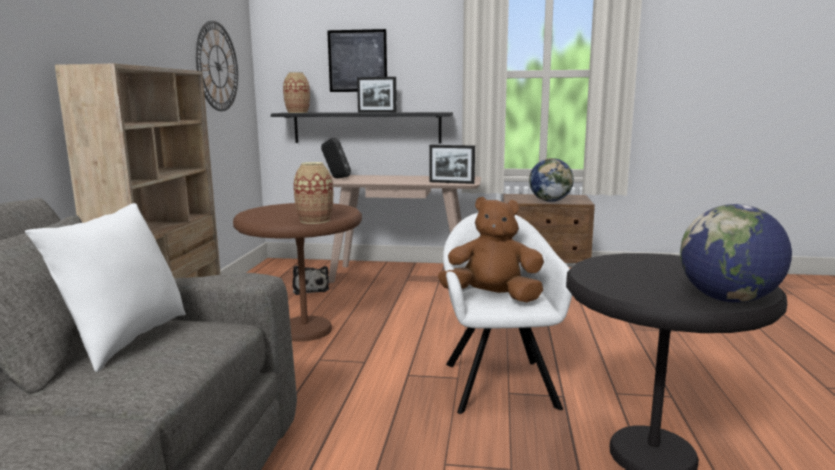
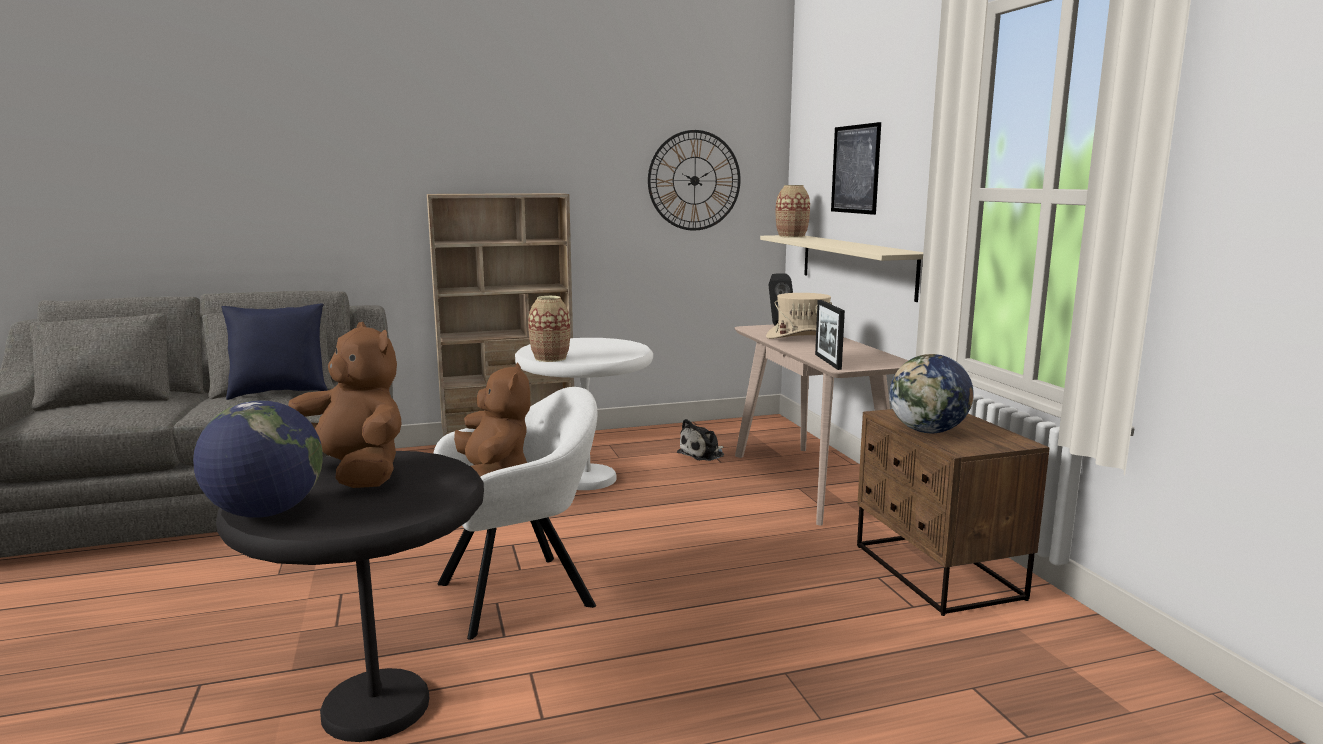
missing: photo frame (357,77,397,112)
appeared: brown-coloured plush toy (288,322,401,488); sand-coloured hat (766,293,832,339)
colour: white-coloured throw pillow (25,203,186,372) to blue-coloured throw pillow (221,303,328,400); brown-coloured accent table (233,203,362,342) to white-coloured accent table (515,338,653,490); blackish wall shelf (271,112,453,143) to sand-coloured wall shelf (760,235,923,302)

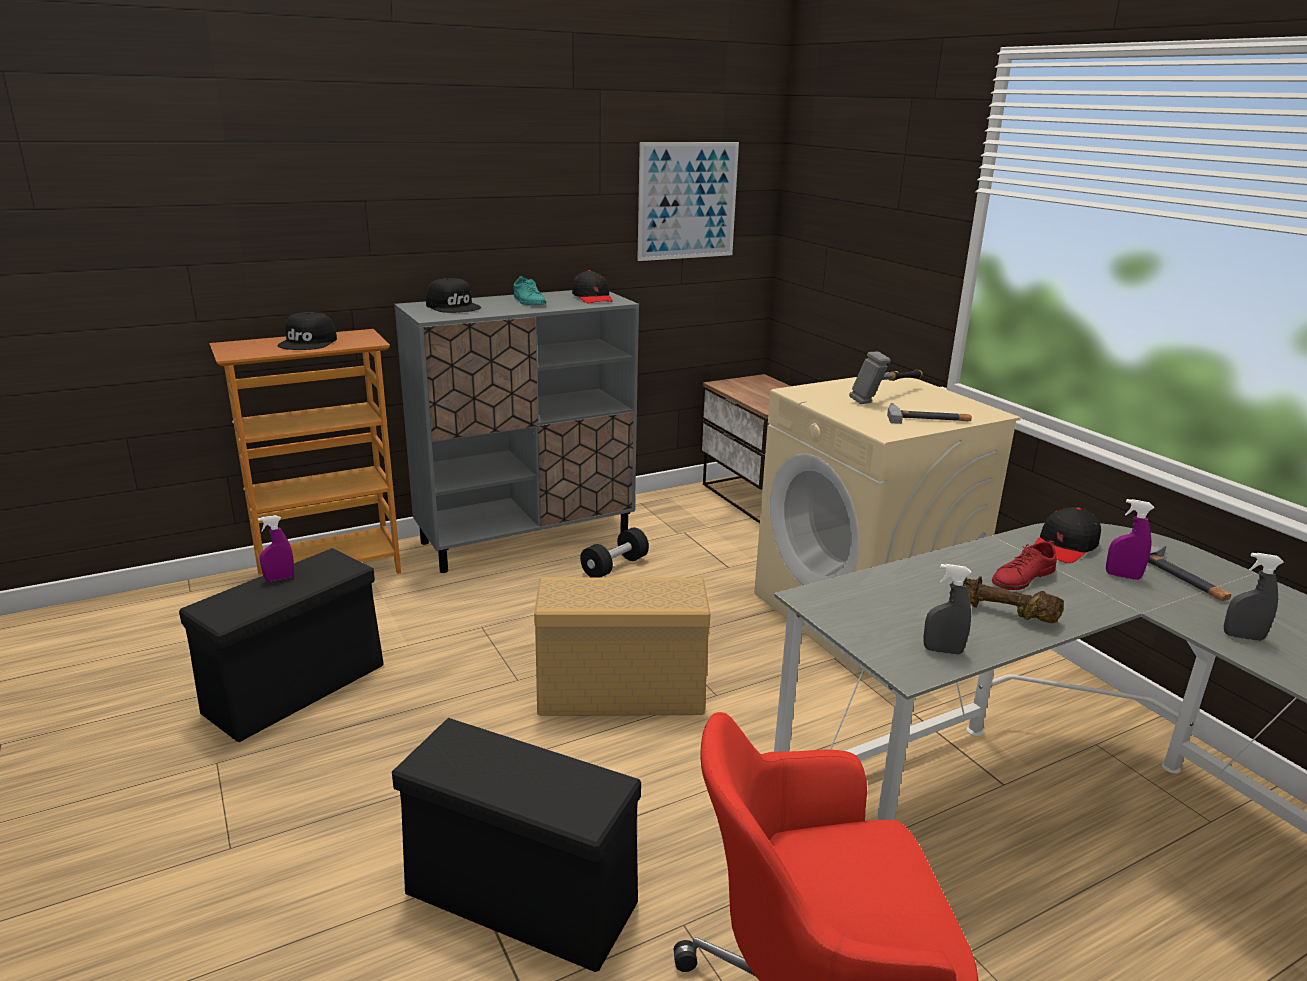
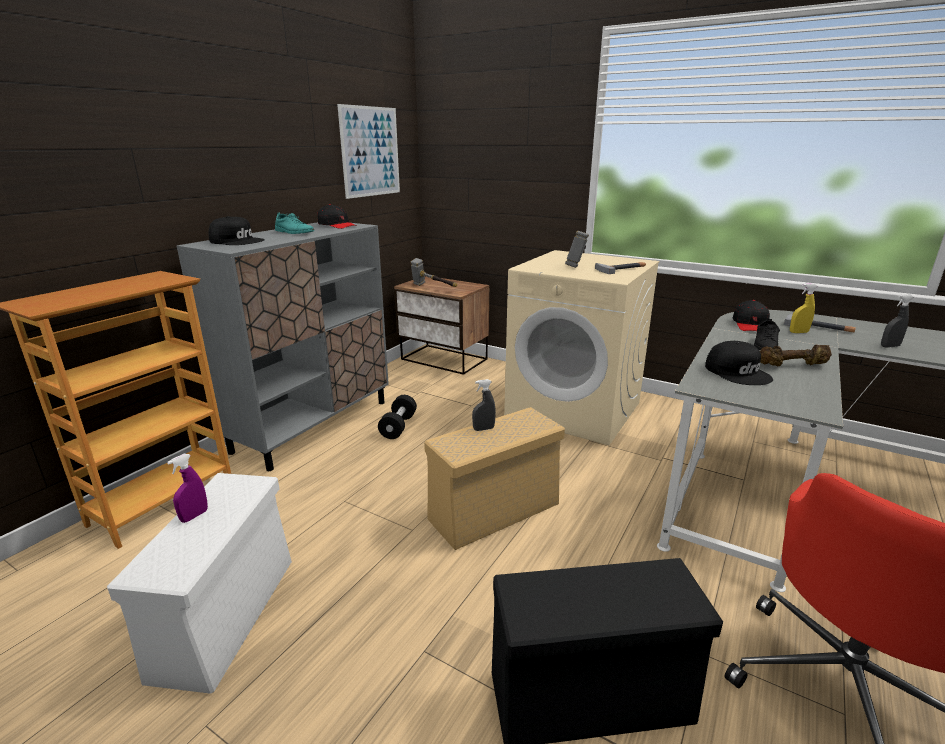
appeared: tool hammer (410,258,457,287)
relocated: blackish peaked cap (278,312,337,350) to (705,341,773,385); grey hand sprayer (923,564,971,655) to (472,379,496,431)
colour: blackish storage box (179,548,384,742) to white-coloured storage box (107,473,292,694); red shoe (992,540,1057,590) to blackish shoe (754,319,780,350); purple-coloured hand sprayer (1106,499,1154,580) to yellow hand sprayer (790,284,818,333)

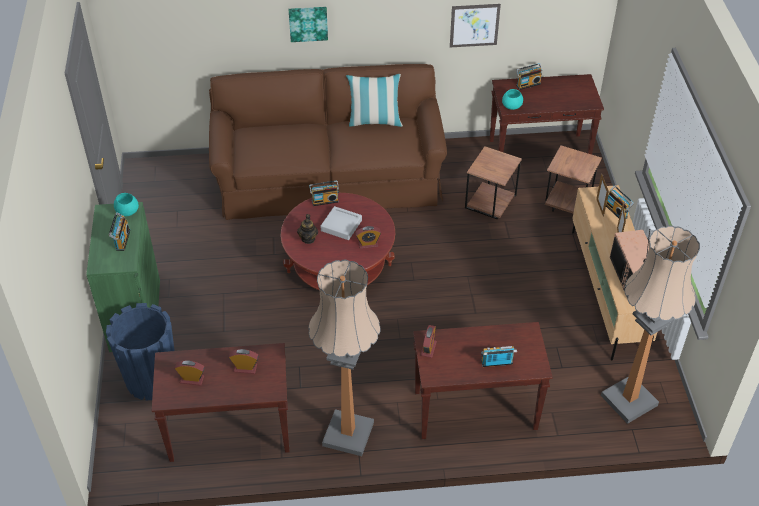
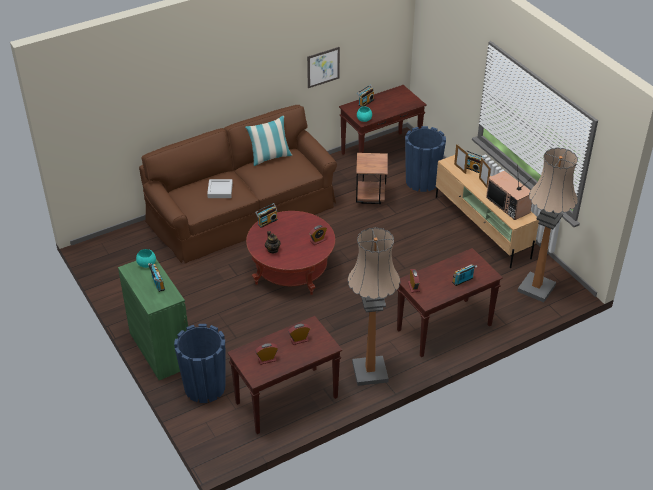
missing: wall art (289,7,328,42)
relocated: grey tray (321,206,362,240) to (207,179,233,198)
exchanged: brown-coloured accent table (545,145,602,213) to blue-coloured flower pot (405,126,446,192)

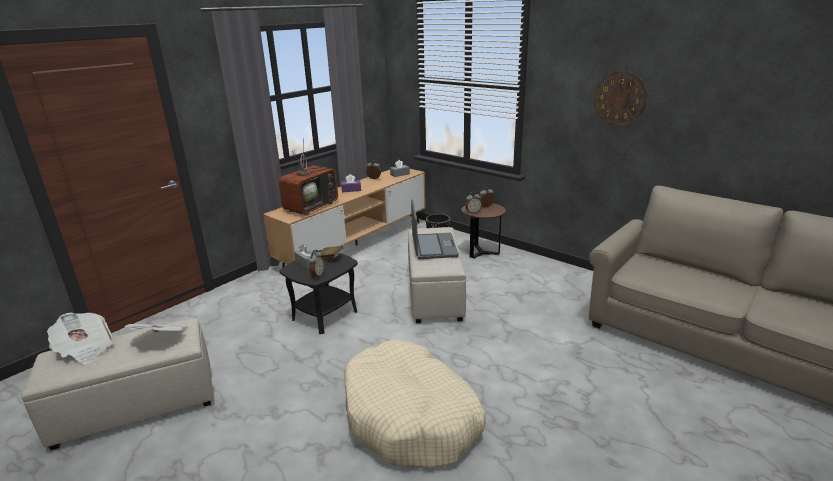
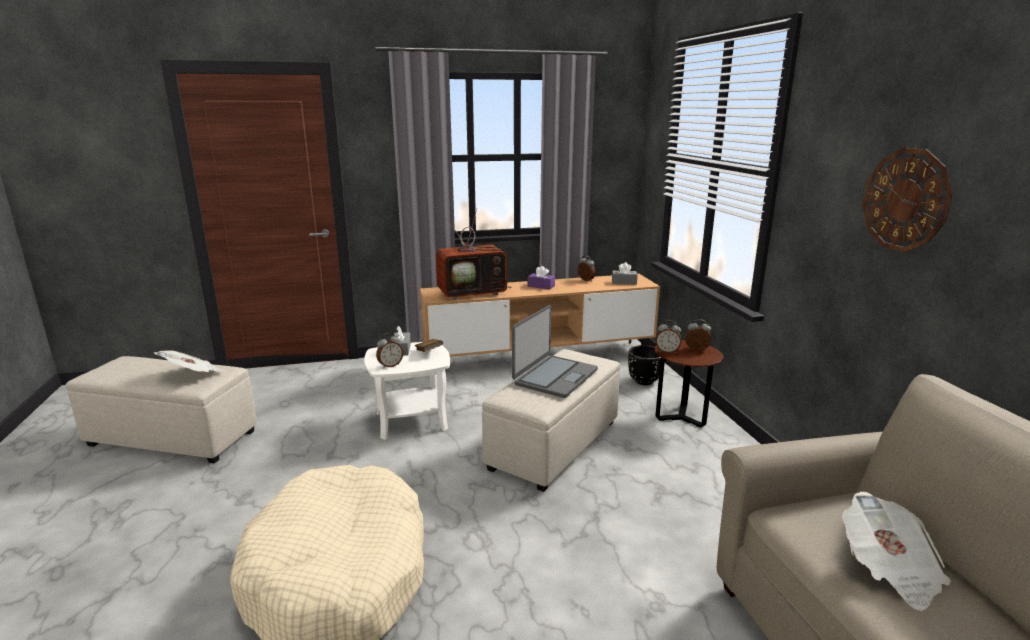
relocated: newspaper (47,312,114,364) to (842,492,951,611)
colour: blackish accent table (280,250,358,334) to white-coloured accent table (364,342,450,440)

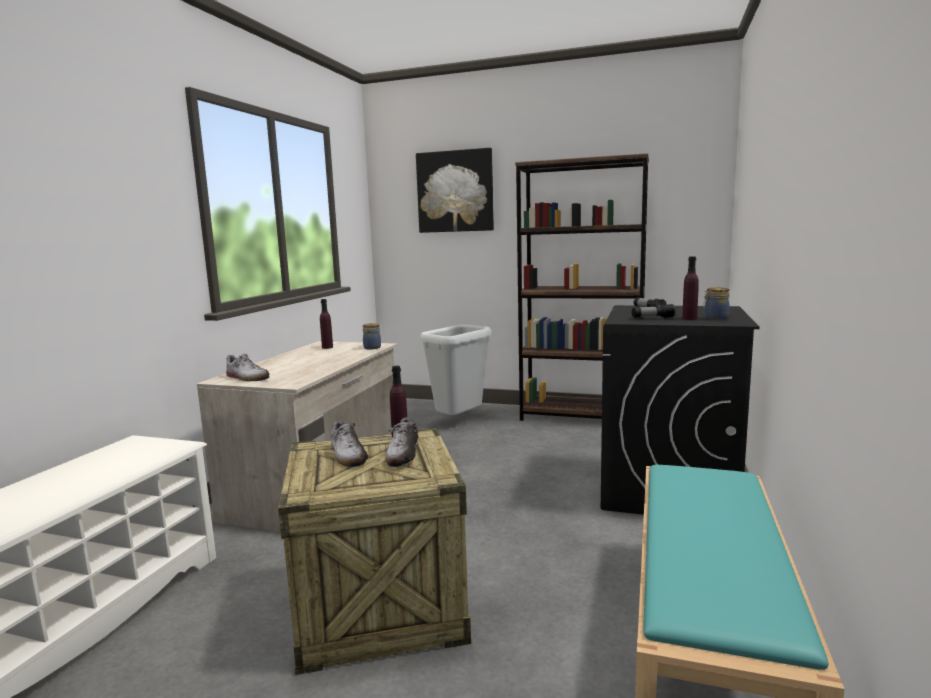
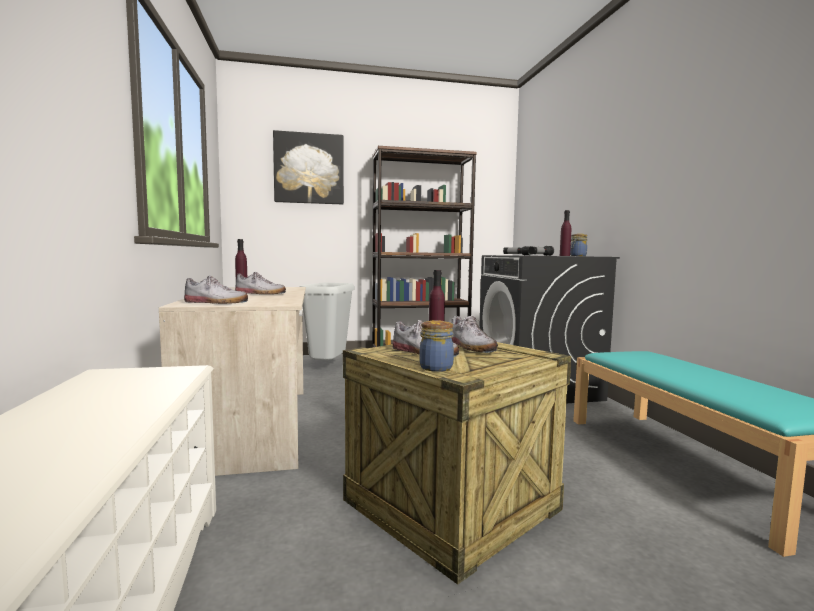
appeared: shoe (235,272,286,294)
relocated: preserve jar (363,323,381,349) to (419,320,454,372)

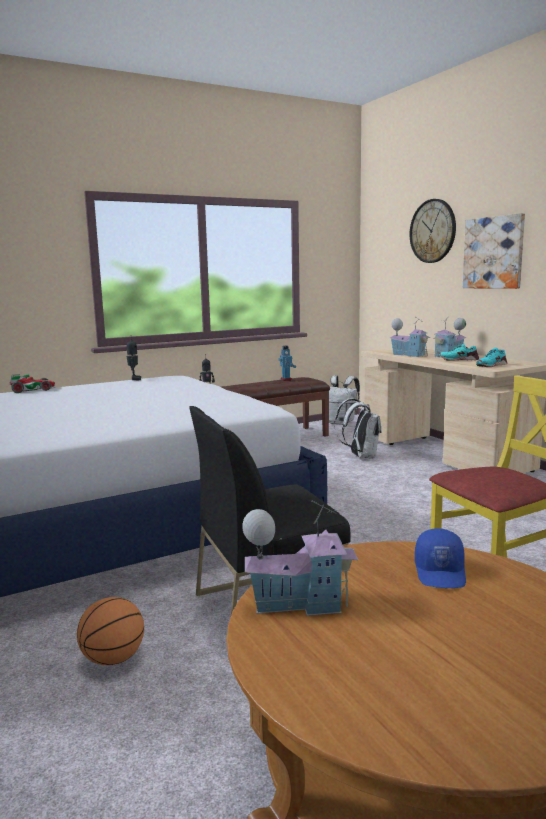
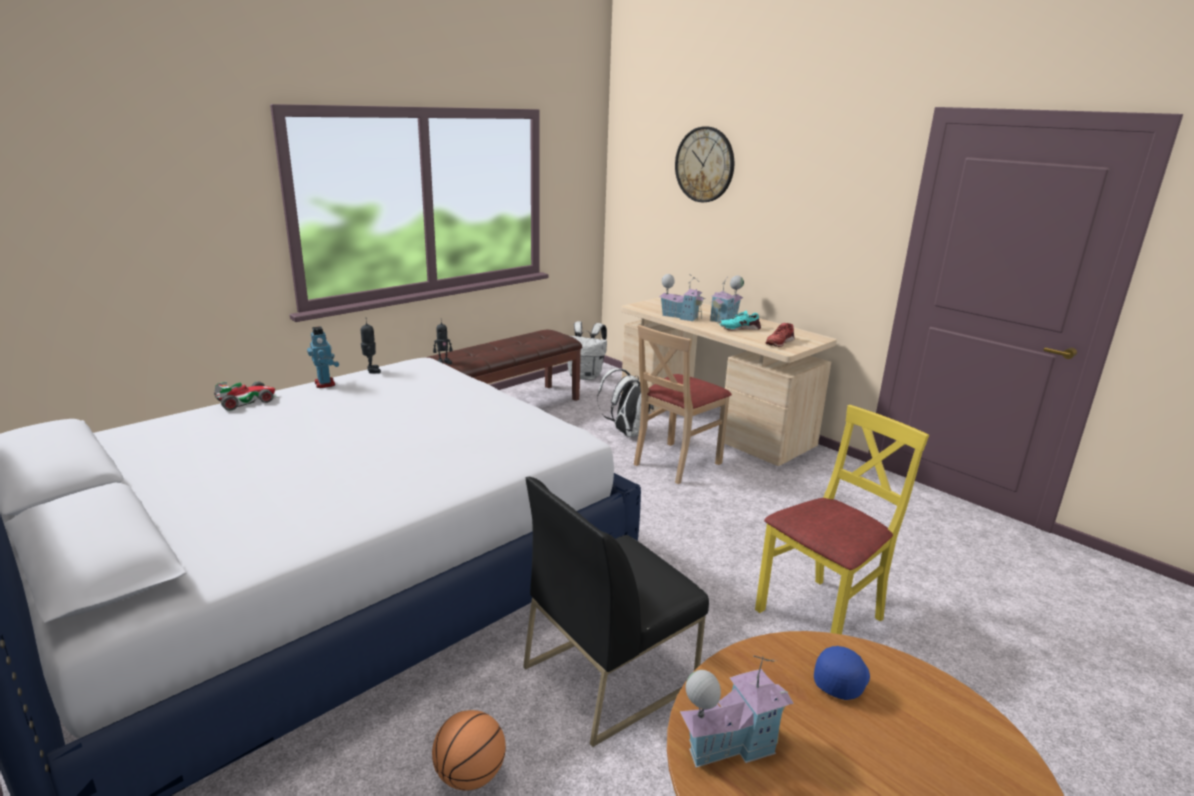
missing: wall art (463,213,525,289)
appeared: sand-coloured plain chair (634,325,732,484)
relocated: toy robot (279,346,296,381) to (307,326,339,388)
colour: turquoise-coloured shoe (476,348,507,367) to red shoe (766,323,795,347)
spun: blue-coloured peaked cap (415,528,466,588) = (814,646,870,700) 135 degrees counterclockwise

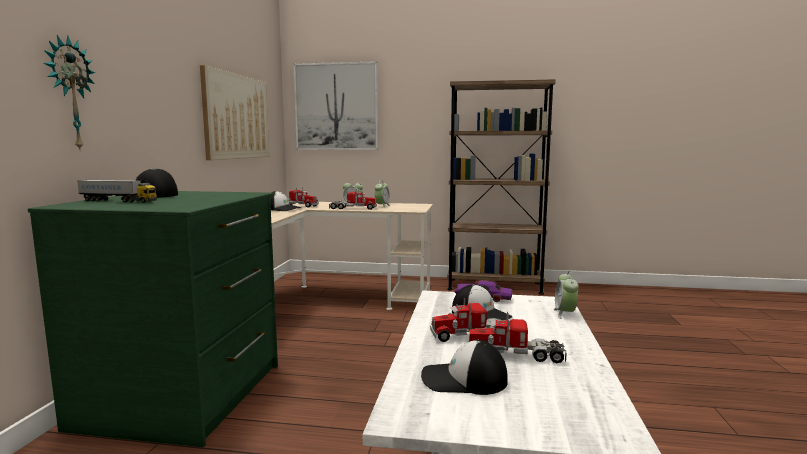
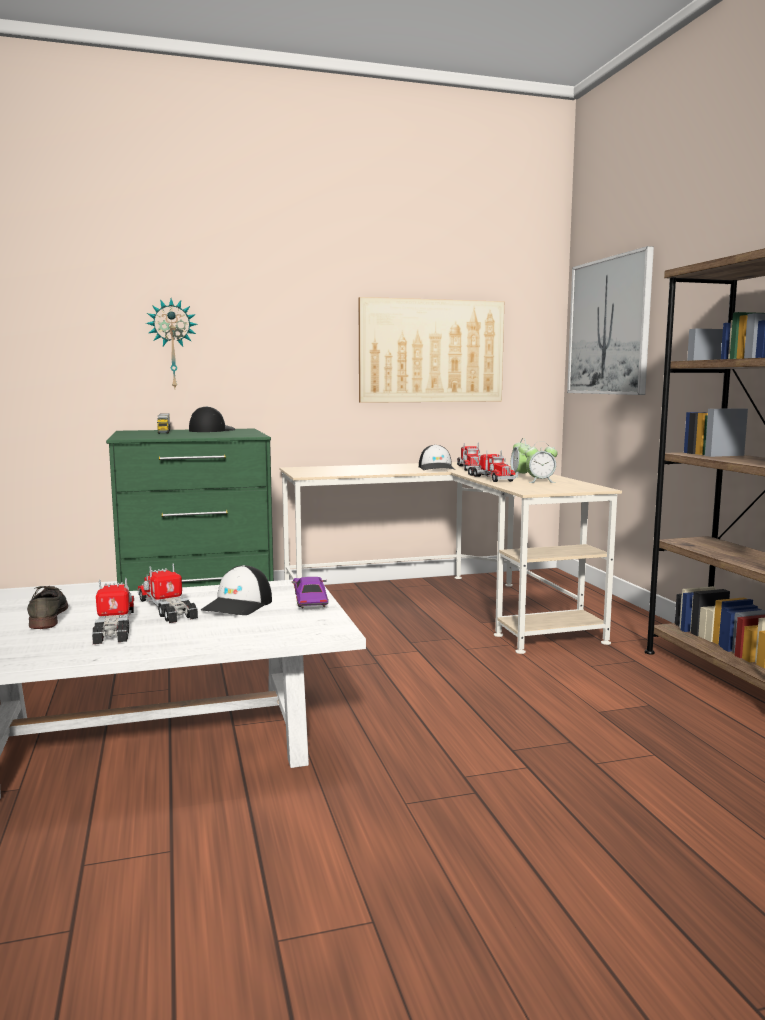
missing: bedside clock (554,271,579,319)
exchanged: peaked cap (421,340,508,395) to grey shoe (27,586,68,629)

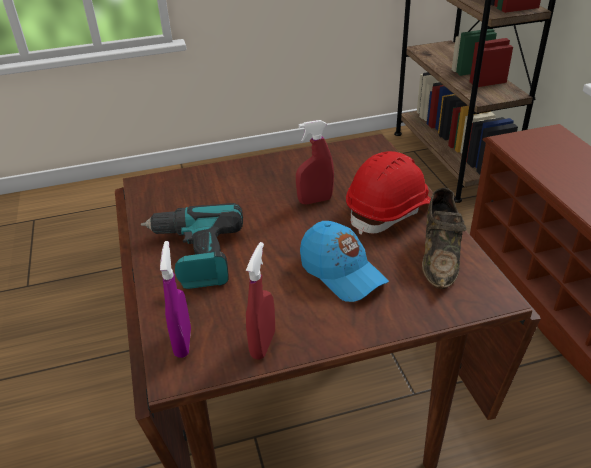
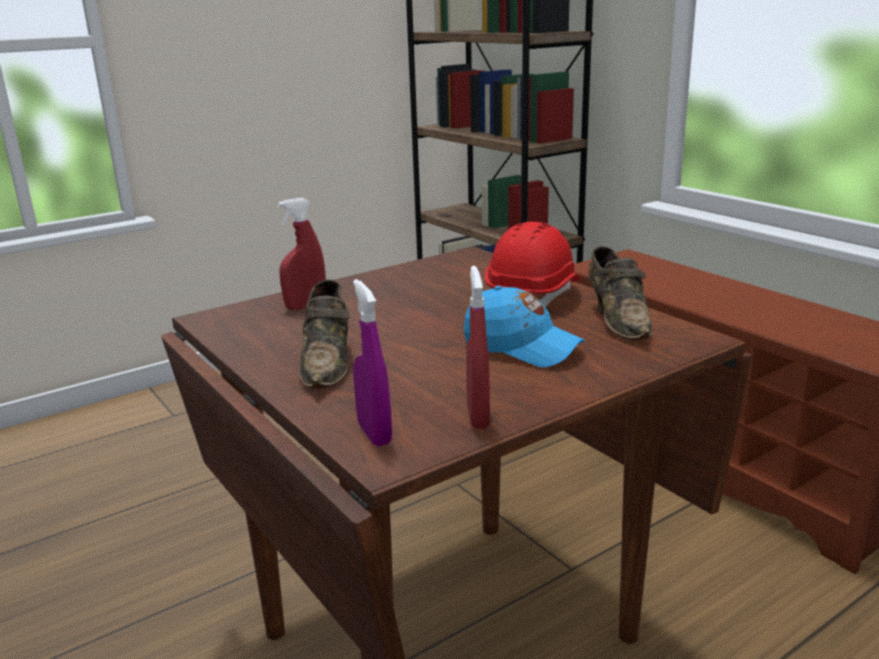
relocated: red hand sprayer (296,120,334,205) to (277,198,326,310)
exchanged: electric drill (141,203,243,289) to brown-coloured shoe (299,280,350,389)

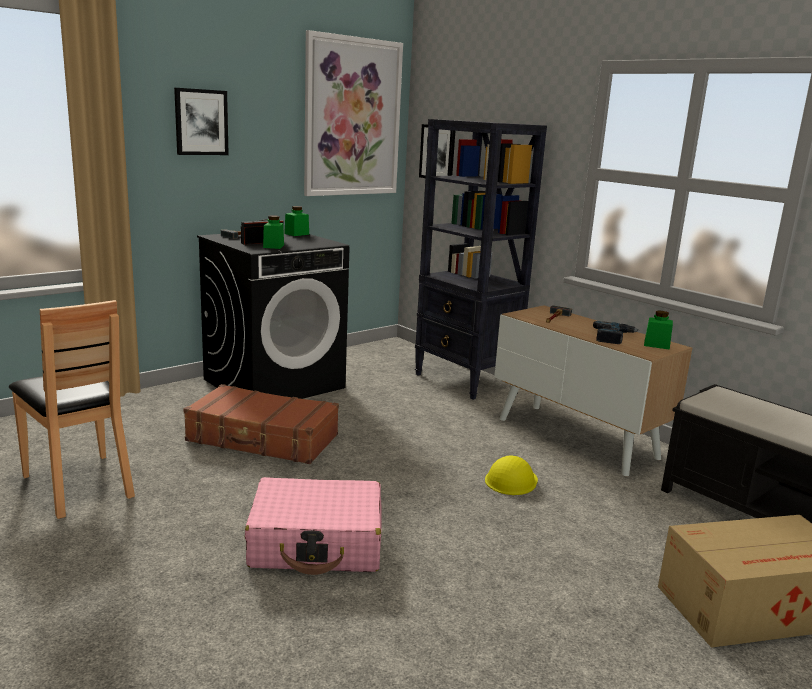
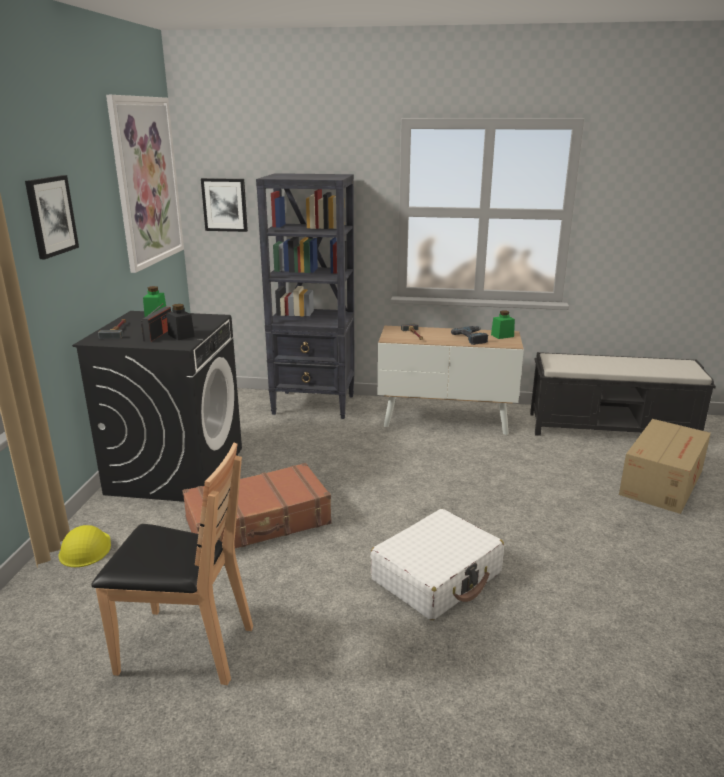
relocated: yellow hard hat (485,456,538,495) to (59,525,111,567)
colour: pink-coloured travel case (245,477,382,575) to white-coloured travel case (371,509,504,620); green-coloured preserve jar (263,215,284,249) to blackish preserve jar (167,304,195,340)

